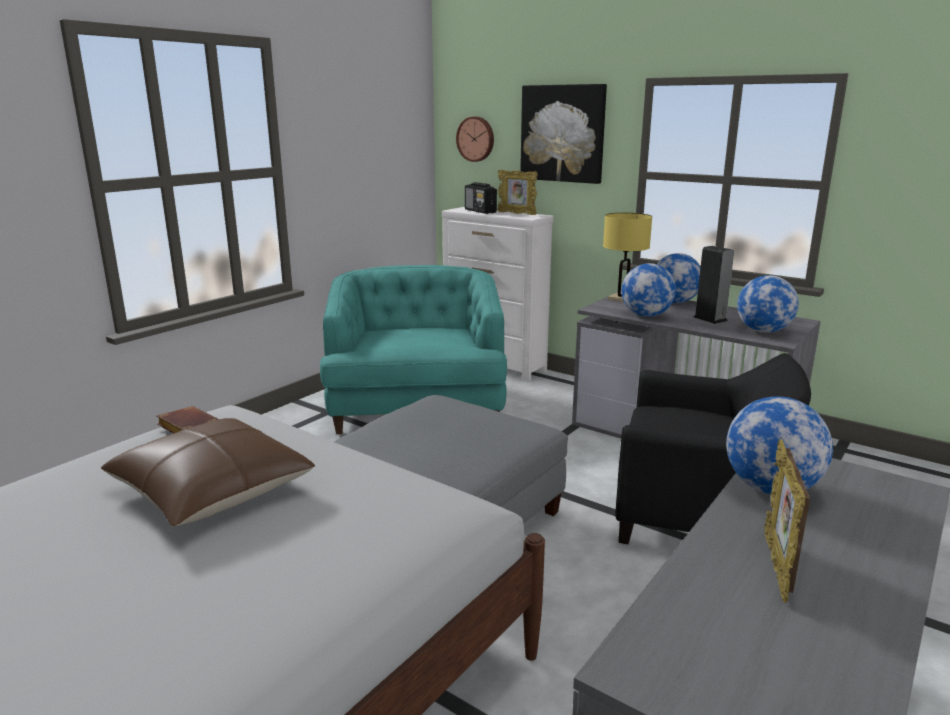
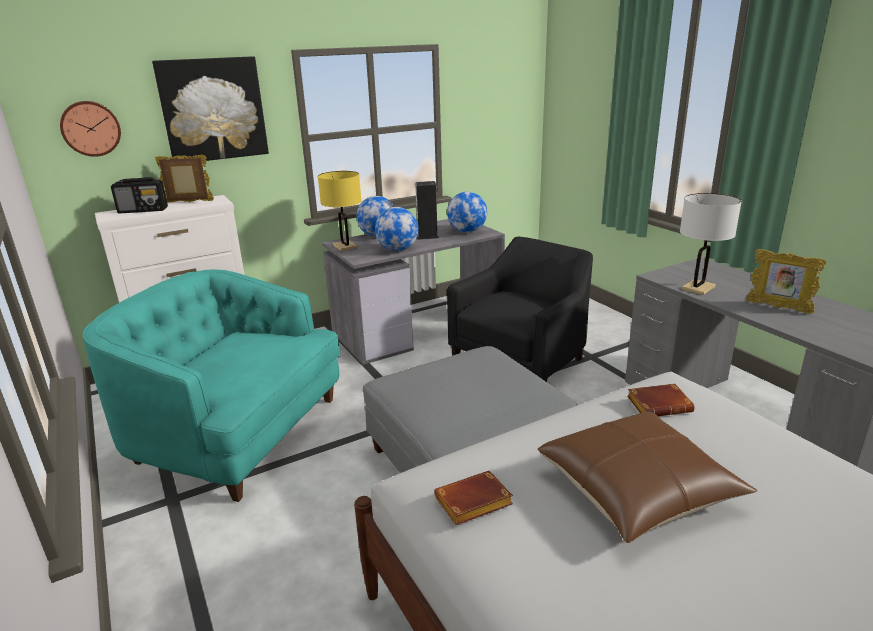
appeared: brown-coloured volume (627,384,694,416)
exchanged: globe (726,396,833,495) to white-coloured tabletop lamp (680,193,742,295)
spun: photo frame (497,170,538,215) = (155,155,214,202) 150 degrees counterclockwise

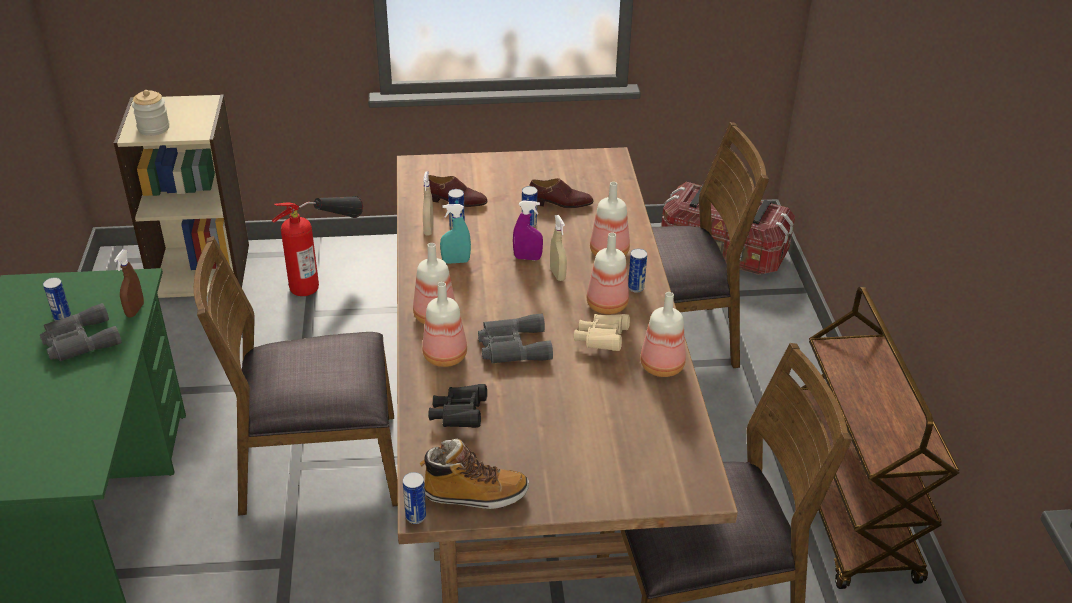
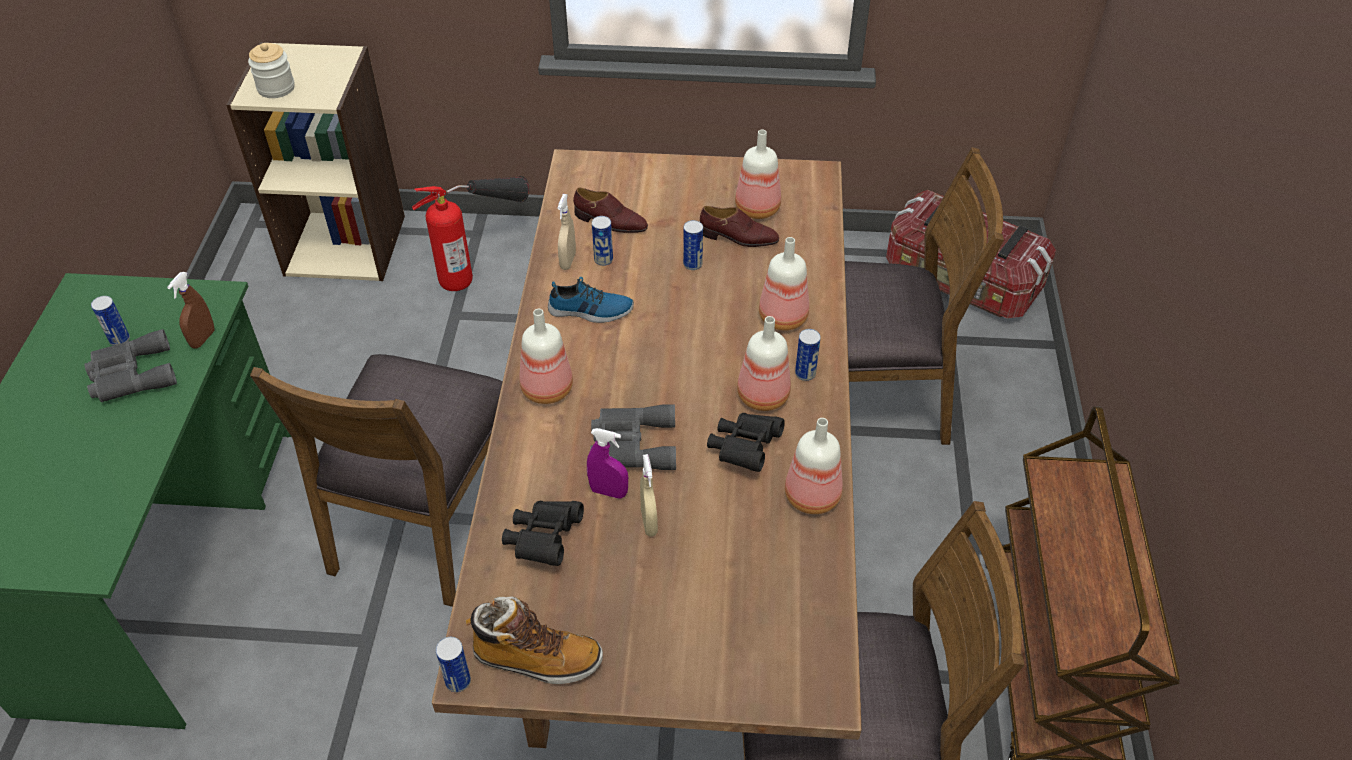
relocated: drink bottle (422,282,467,367) to (735,129,781,219); purple-coloured hand sprayer (513,201,543,260) to (587,428,628,499); sand-coloured hand sprayer (550,215,567,281) to (640,454,658,536)
exchanged: turquoise-coloured hand sprayer (440,204,471,264) to shoe (548,277,634,323)
colour: sand-coloured field glasses (574,314,630,351) to blackish field glasses (707,413,785,472)
spun: brown-coloured plain chair (194,236,398,516) = (250,354,503,607) 75 degrees counterclockwise

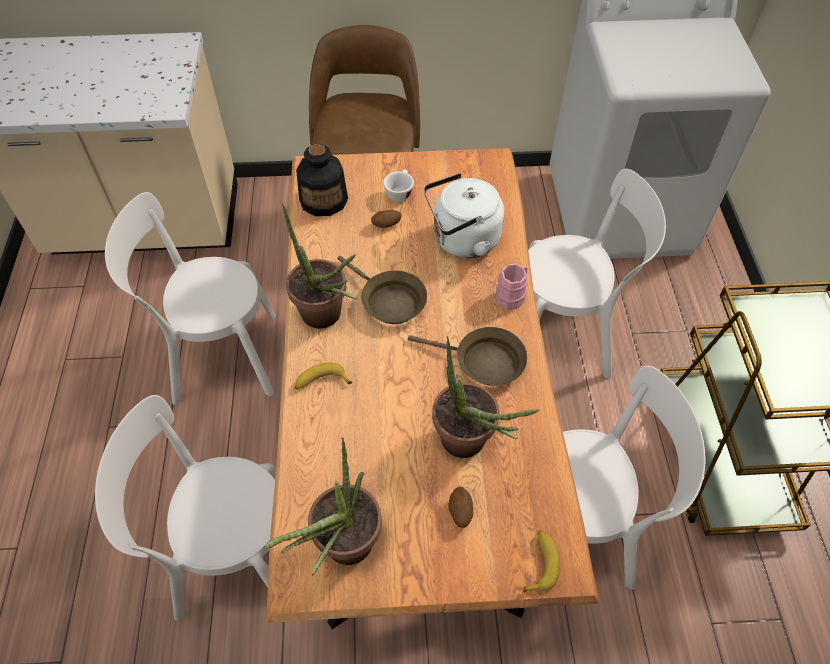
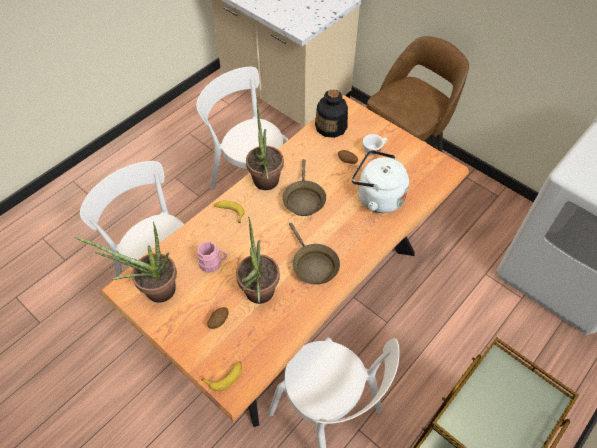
missing: white-coloured plain chair (528,169,666,379)
relocated: pink-coloured coffee mug (496,263,528,310) to (197,241,227,273)

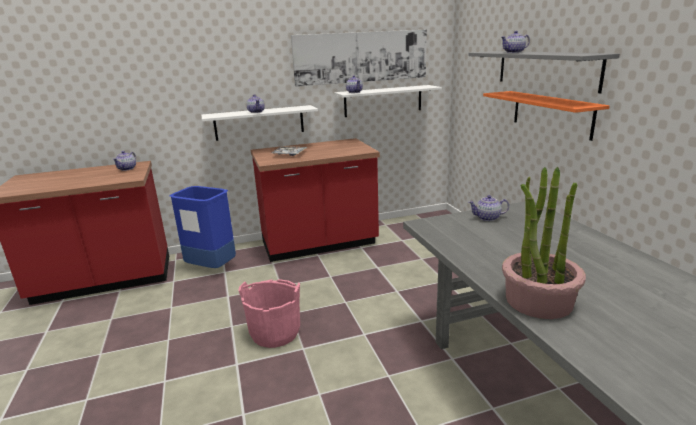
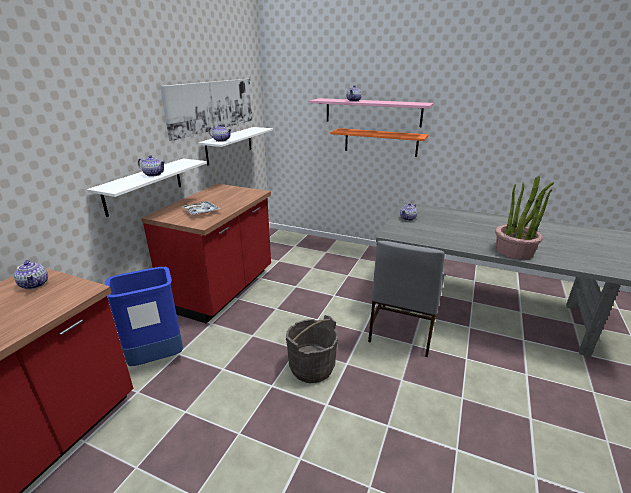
appeared: grey plain chair (368,241,445,357)
colour: pink-coloured pail (238,279,300,348) to grey pail (286,315,338,383); grey wall shelf (468,51,620,93) to pink-coloured wall shelf (310,98,434,127)

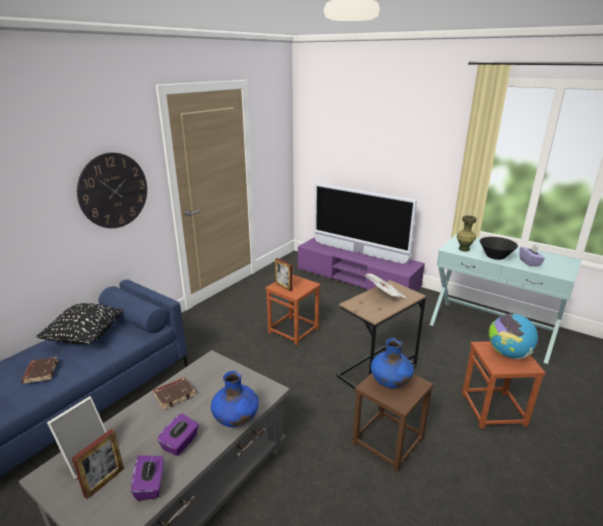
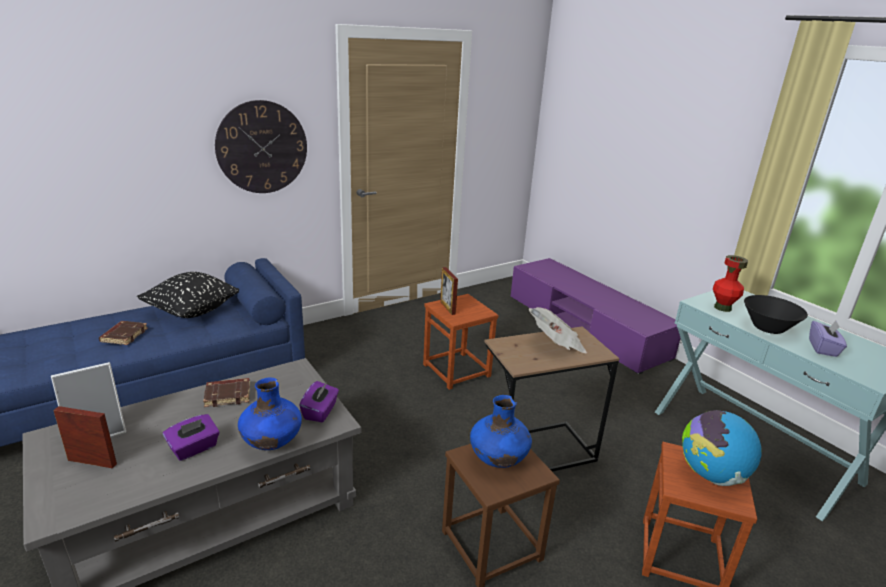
missing: television (314,183,417,264)
relocated: purple-coloured box of tissues (131,455,164,501) to (299,381,339,422)
colour: green-coloured decorative vase (457,215,477,252) to red decorative vase (713,255,748,312)
spun: photo frame (72,429,124,499) = (53,406,117,468) 135 degrees counterclockwise

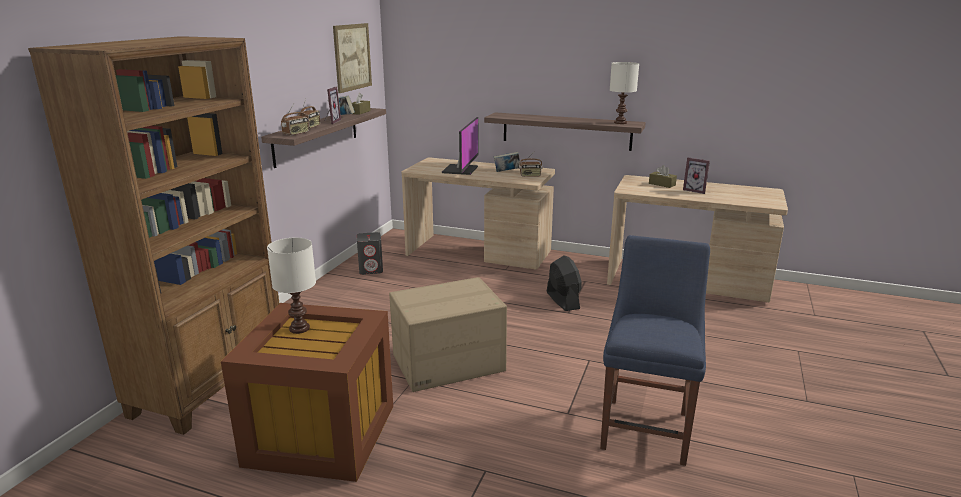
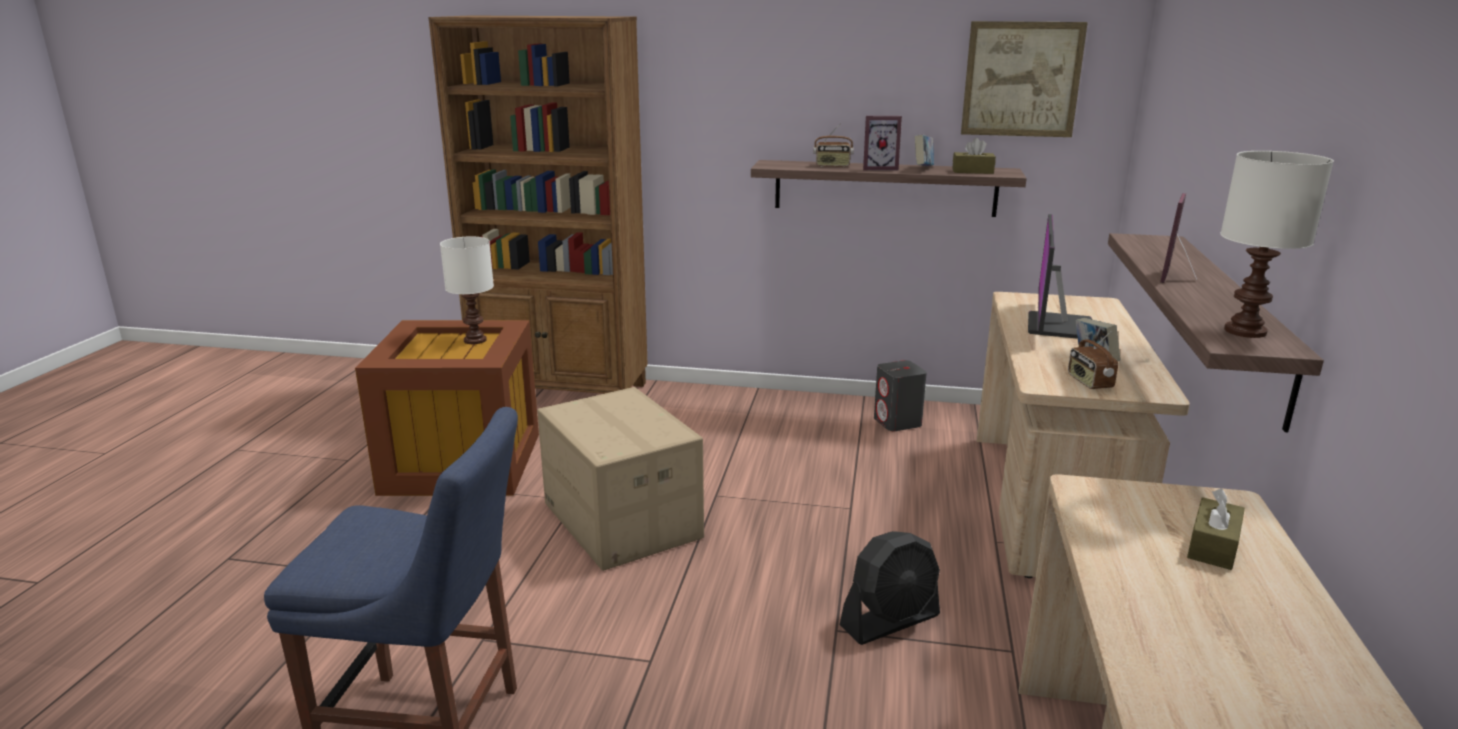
missing: radio receiver (281,104,309,136)
relocated: photo frame (683,158,710,194) to (1160,193,1197,283)
spun: monitor (441,117,478,175) = (1028,214,1092,339) 105 degrees clockwise

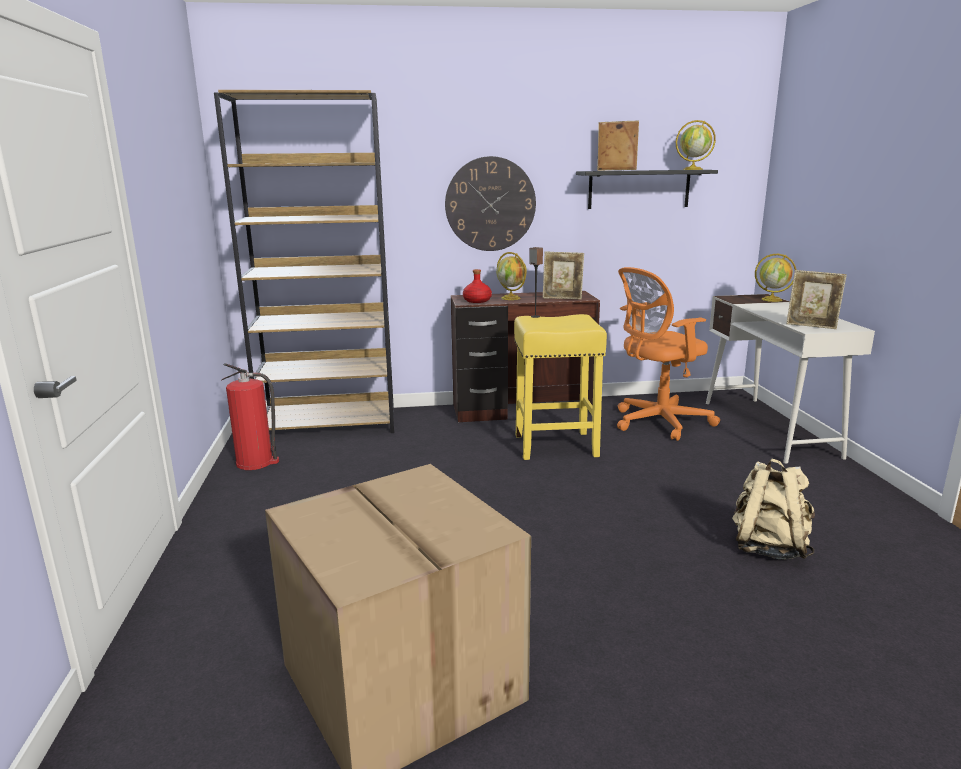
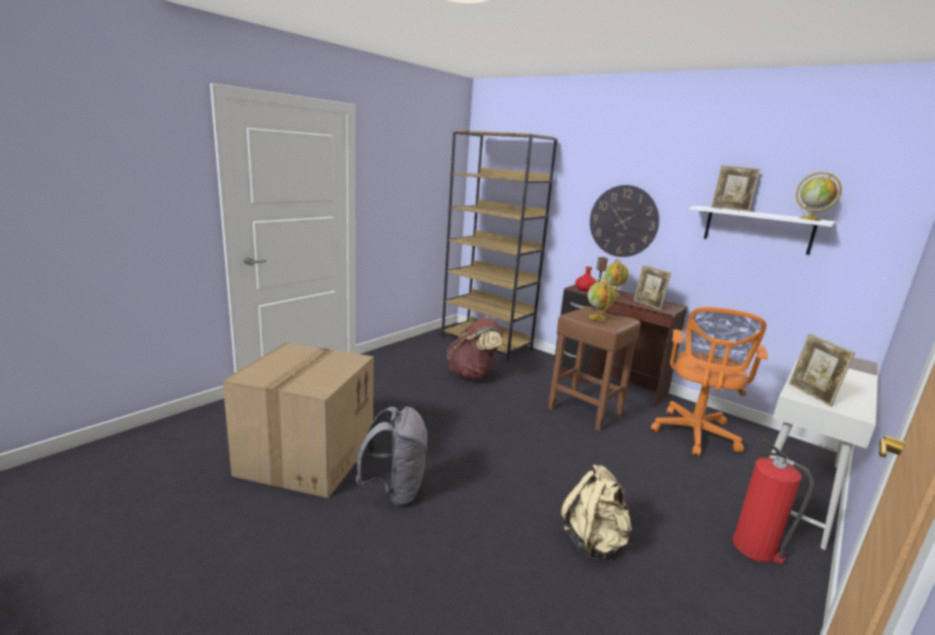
appeared: grey rucksack (356,407,428,506); brown-coloured rucksack (447,318,503,380)
relocated: fire extinguisher (221,363,279,470) to (732,438,814,564); globe (755,254,797,302) to (588,277,616,321)
colour: yellow stool seat (514,314,607,460) to brown-coloured stool seat (548,306,641,431); blackish wall shelf (576,170,718,209) to white-coloured wall shelf (690,206,835,255)
spun: photo frame (597,120,639,171) = (711,165,760,212) 150 degrees clockwise; orangey office chair (617,267,720,441) = (651,307,768,456) 90 degrees counterclockwise

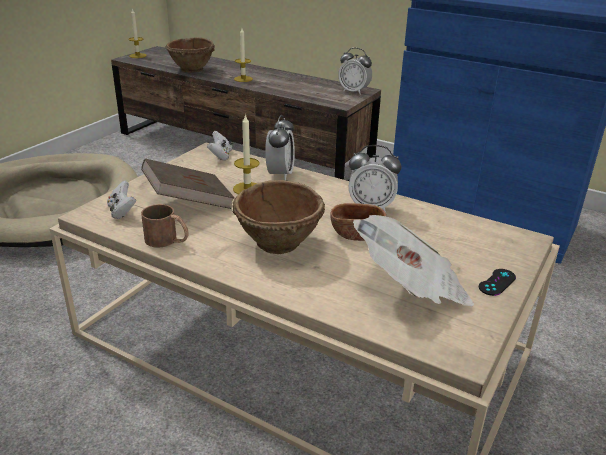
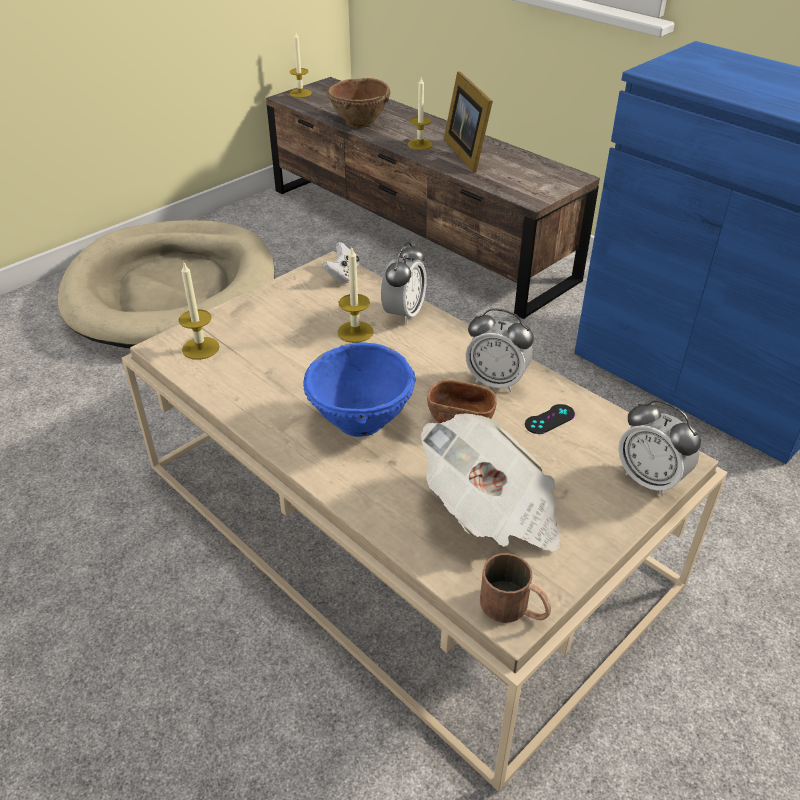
missing: brown-coloured volume (141,158,235,209)
appeared: photo frame (444,72,493,173)
relocated: brown-coloured coffee mug (141,204,189,248) to (480,553,551,623); bedside clock (338,48,372,95) to (618,400,701,497); blackish joypad (479,269,516,296) to (525,404,575,434)
exchanged: white-coloured joypad (107,181,136,219) to wax candle (179,263,220,360)
colour: brown-coloured serving bowl (232,180,325,254) to blue-coloured serving bowl (303,342,416,437)

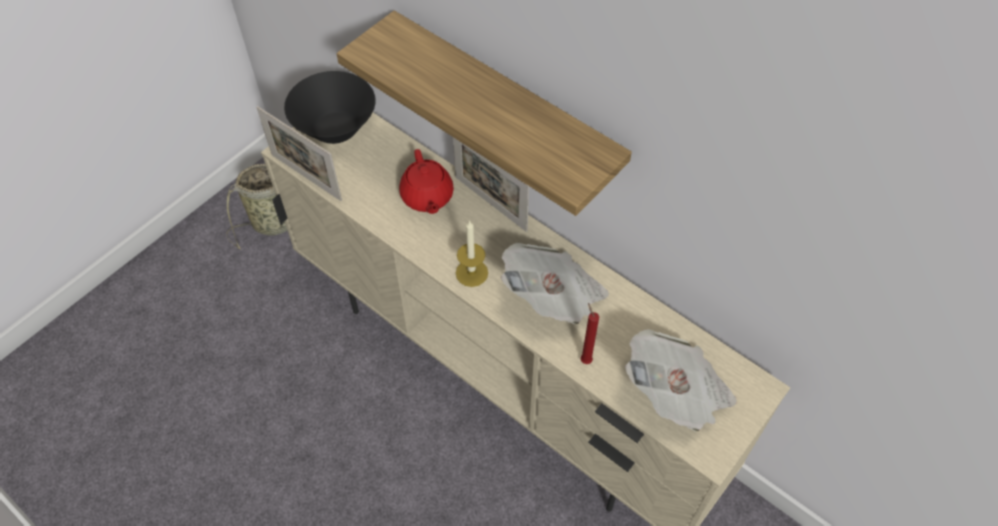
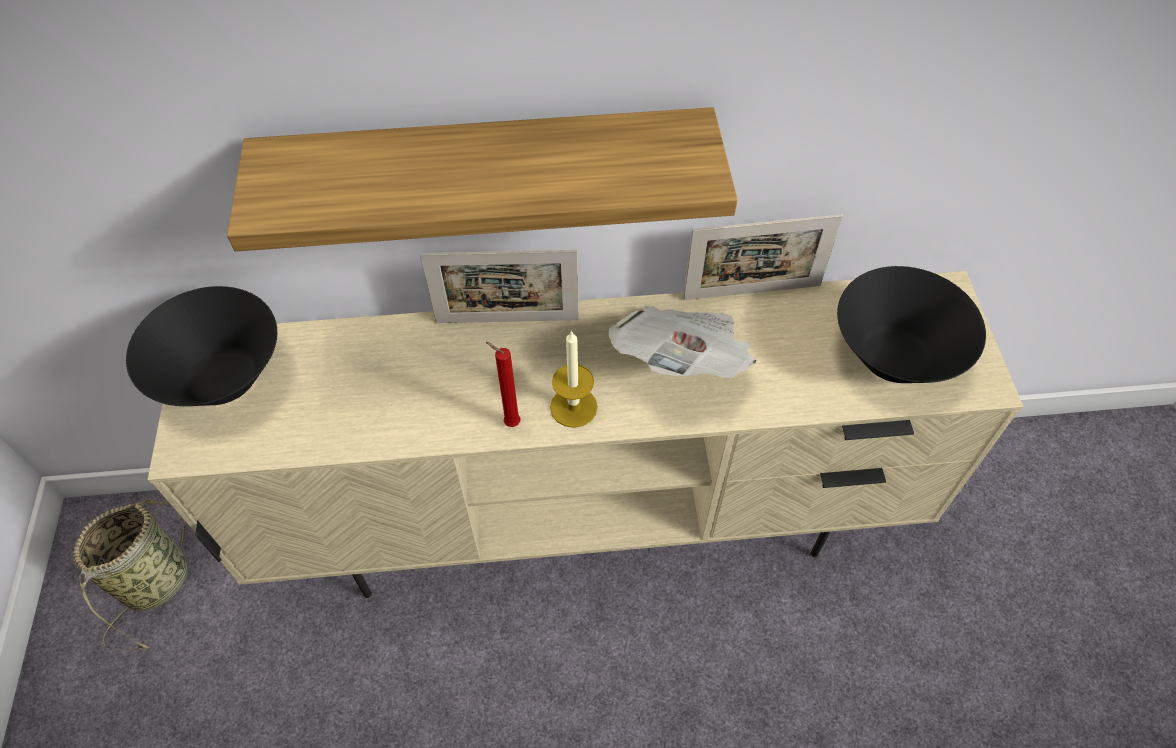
missing: red pot for tea (399,149,454,214)
relocated: photo frame (256,106,342,201) to (683,214,843,300); red wax candle (580,303,599,364) to (486,342,520,427)
exchanged: newspaper (625,329,736,431) to blackish serving bowl (837,266,986,383)

